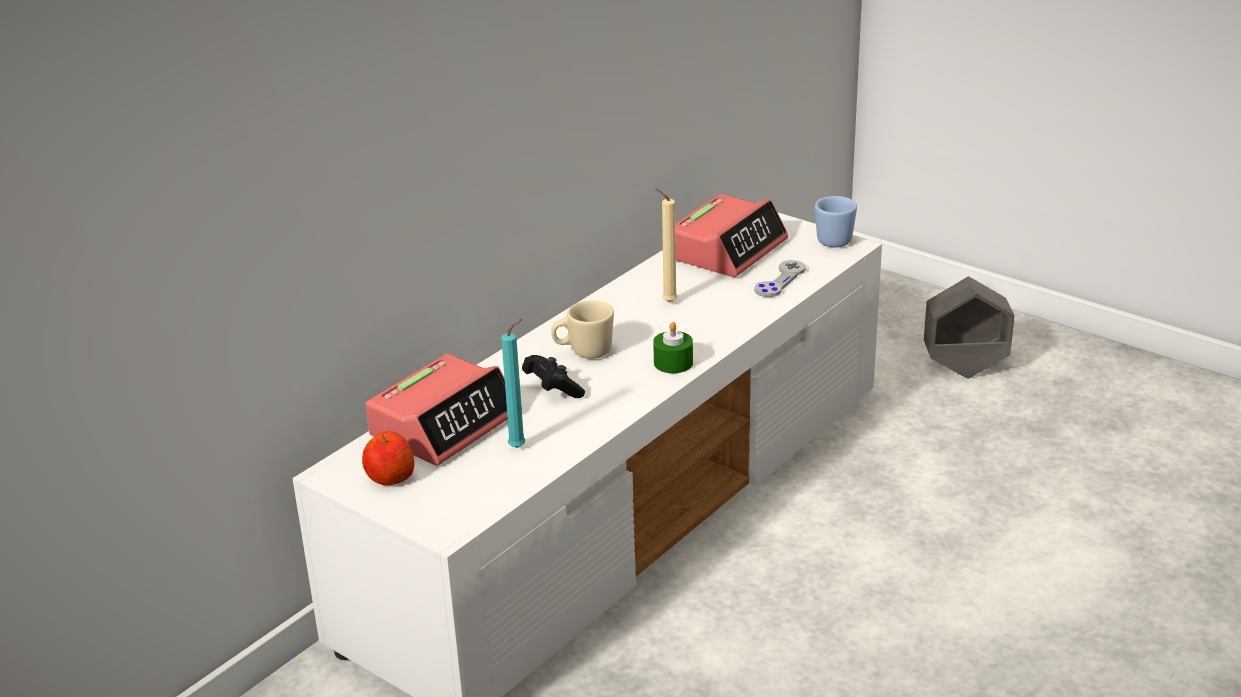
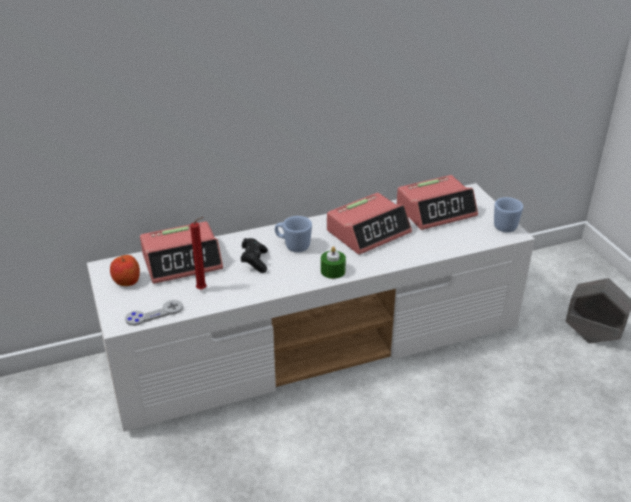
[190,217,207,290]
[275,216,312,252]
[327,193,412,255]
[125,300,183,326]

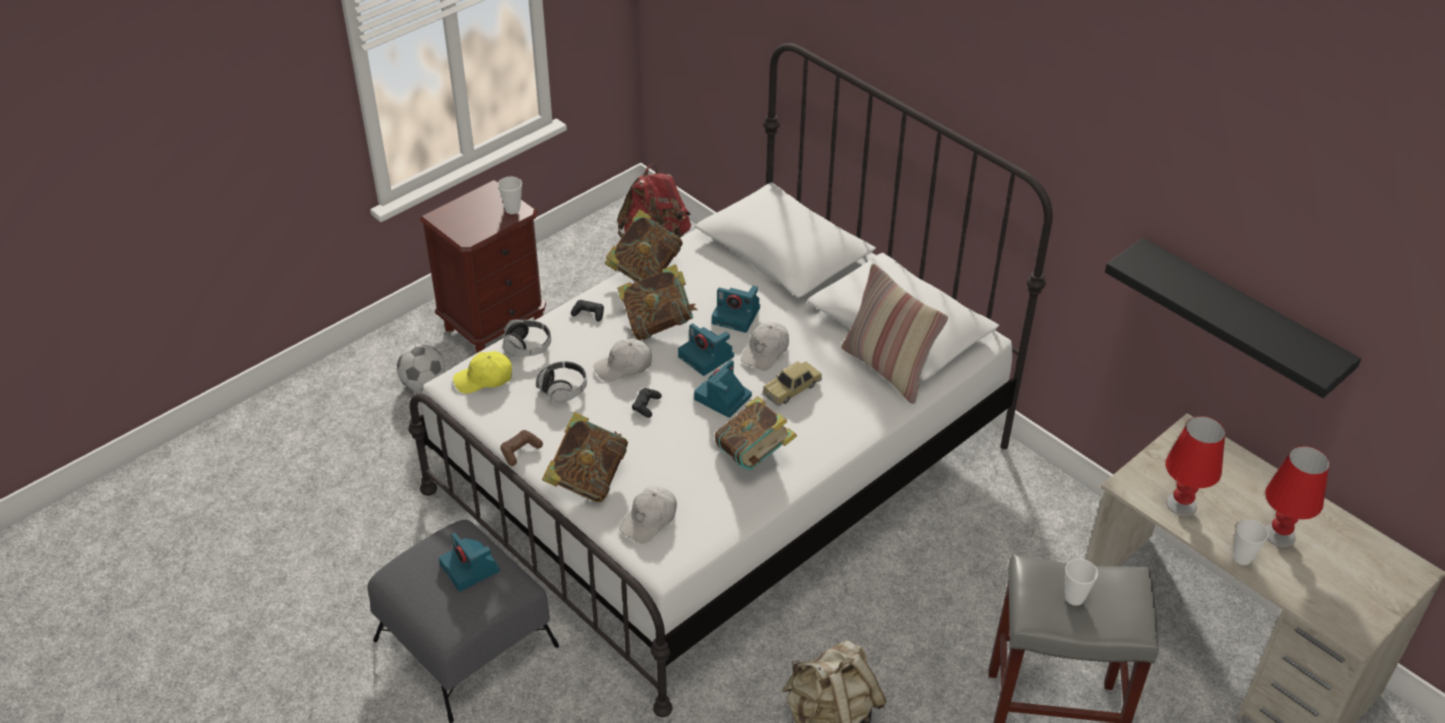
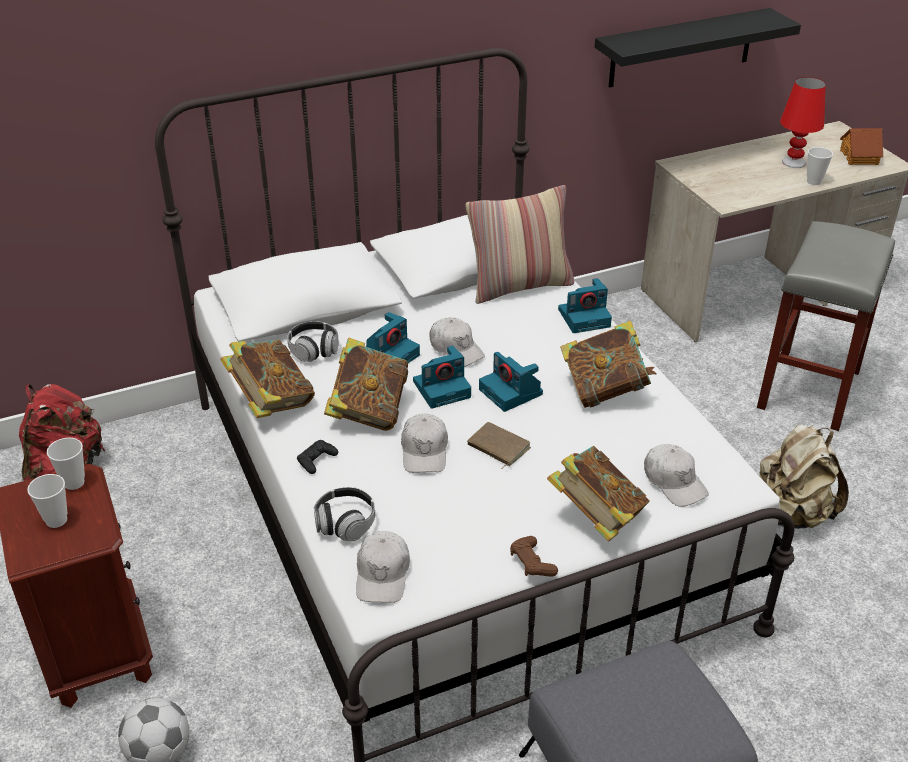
[558,278,612,333]
[356,531,410,603]
[287,321,339,362]
[467,422,531,469]
[762,361,822,406] (first image)
[27,474,67,528]
[1165,416,1225,516] (first image)
[840,128,883,165]

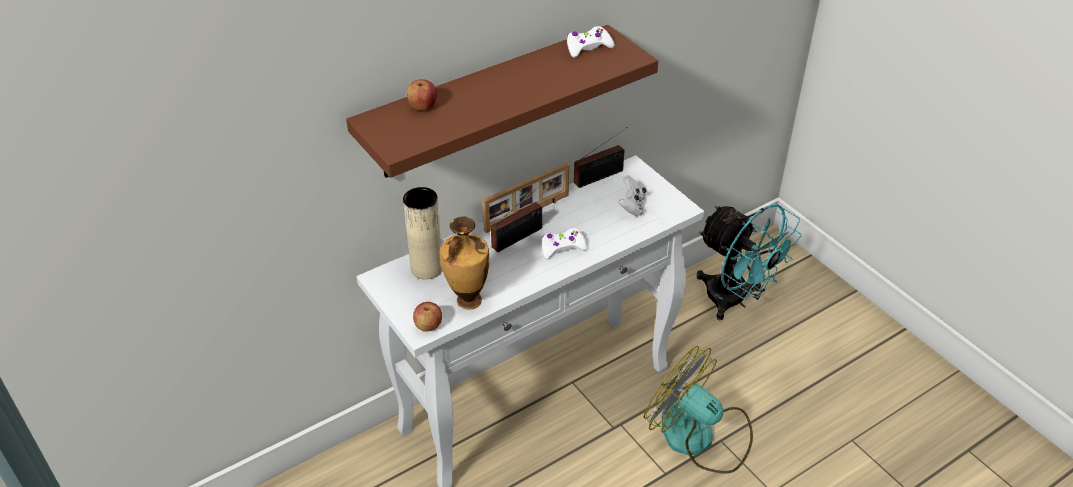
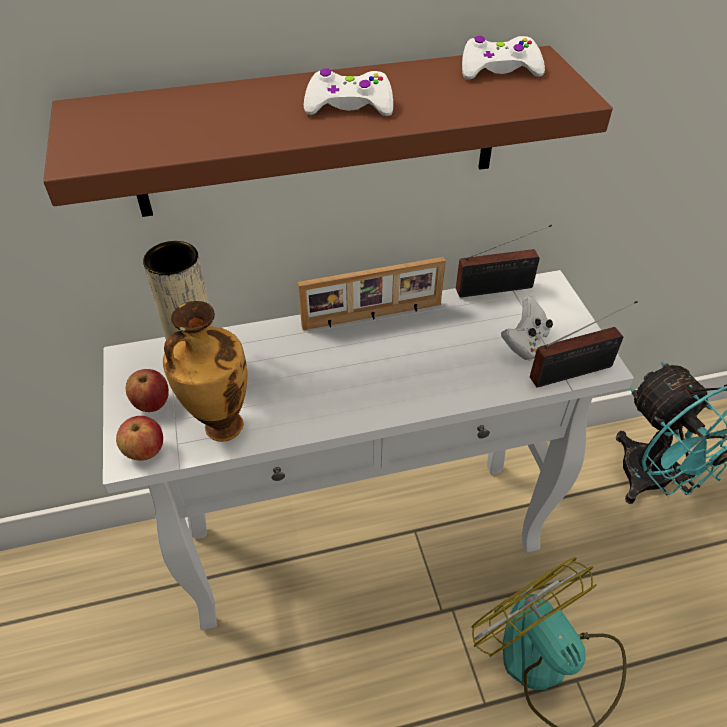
[126,369,169,412]
[530,301,638,388]
[304,68,393,116]

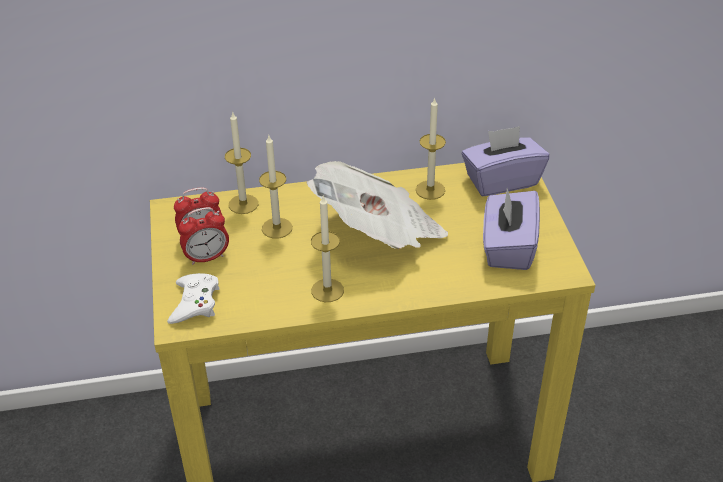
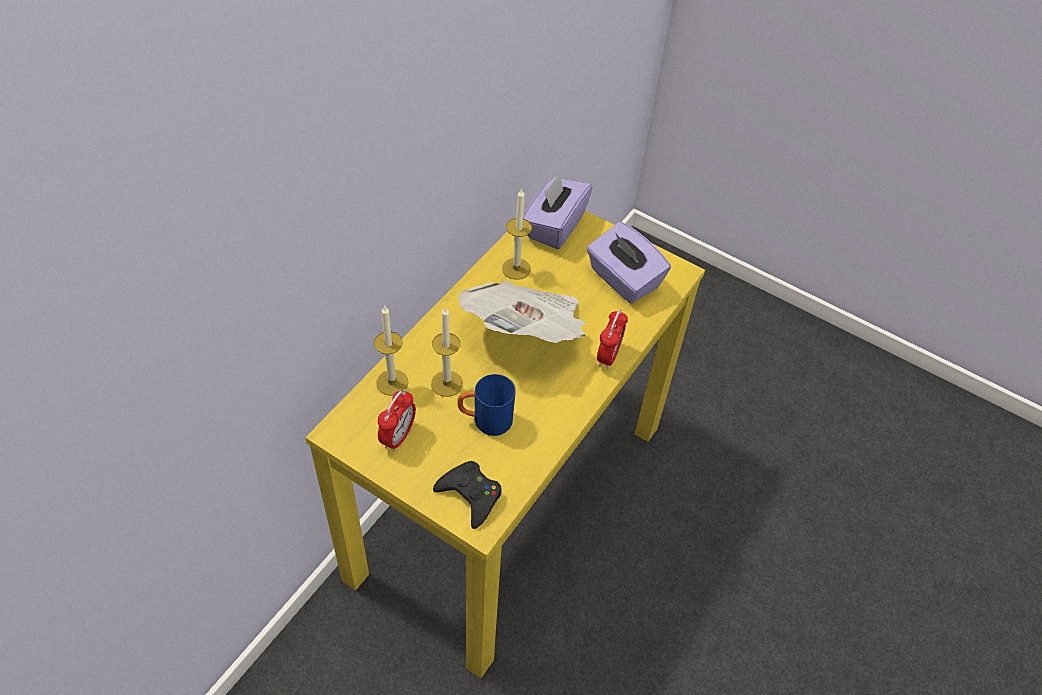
[433,461,502,529]
[597,309,628,369]
[311,196,344,302] (first image)
[457,374,515,436]

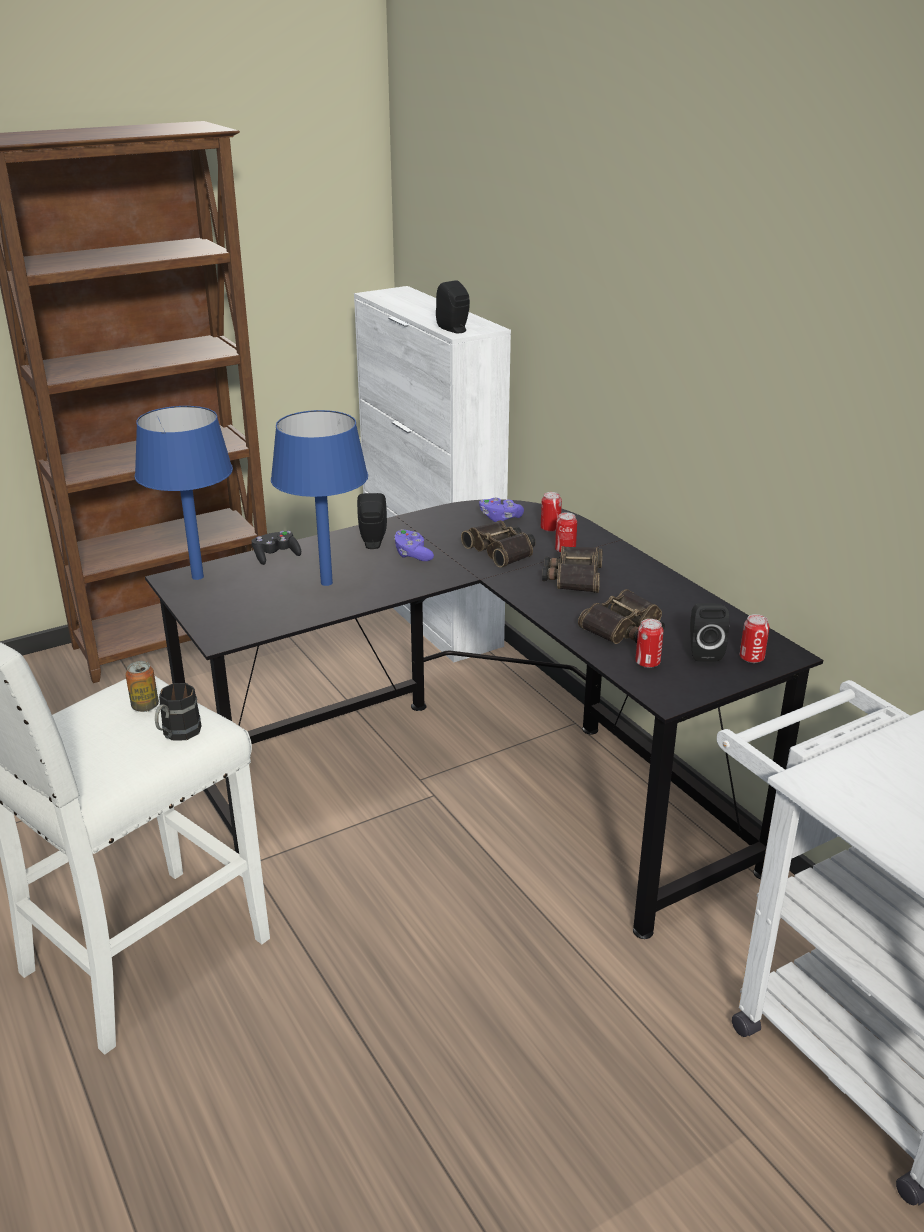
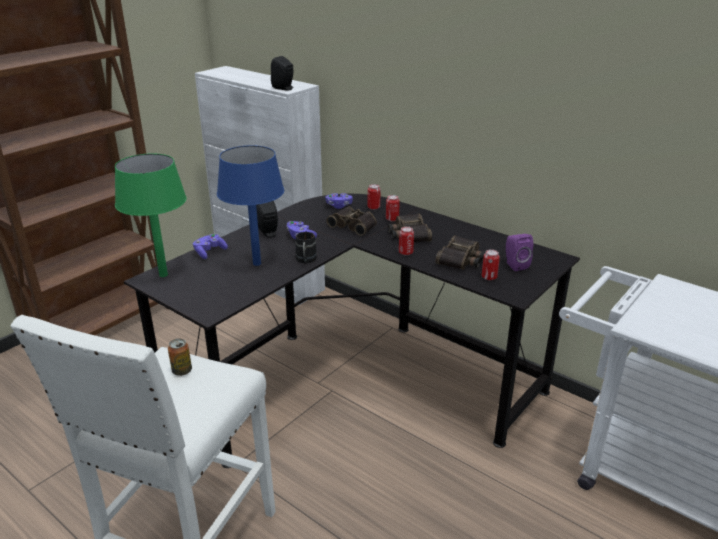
[115,153,187,277]
[295,232,317,263]
[193,234,228,259]
[506,234,533,271]
[399,226,414,255]

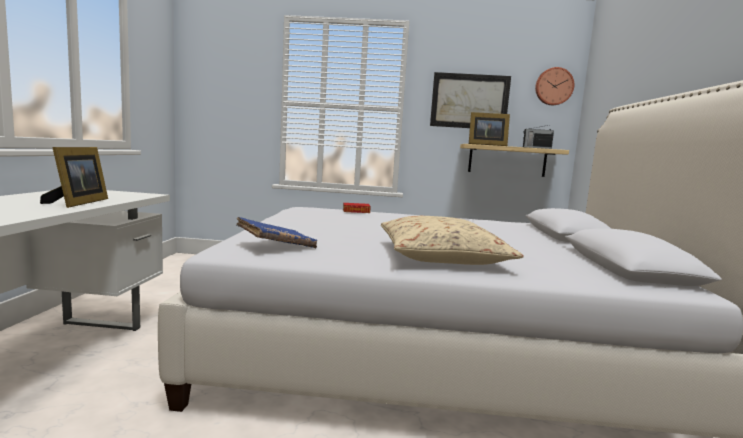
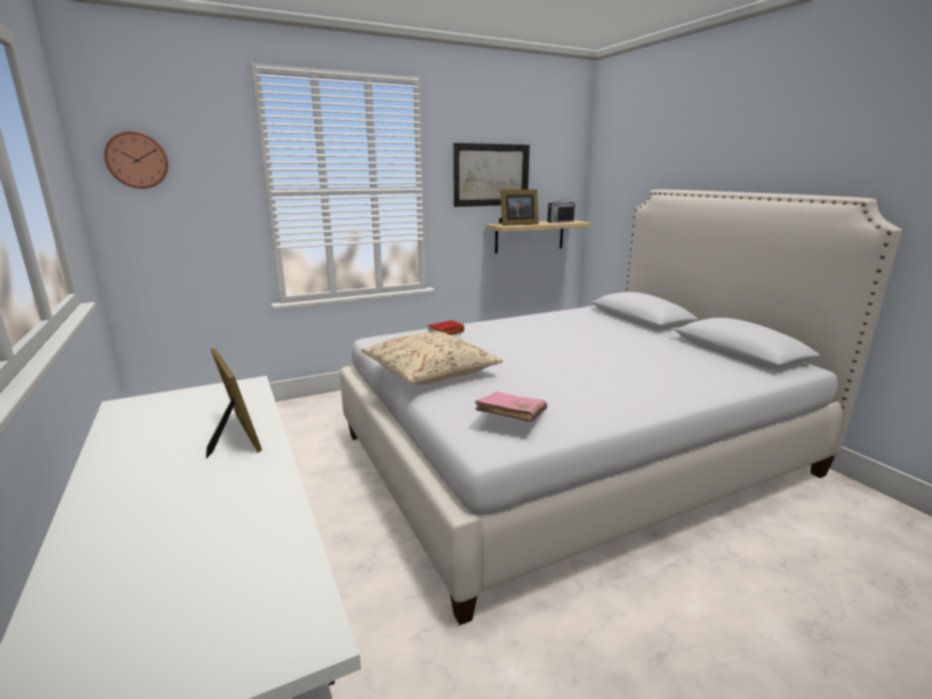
[475,392,547,422]
[361,331,503,385]
[104,131,168,189]

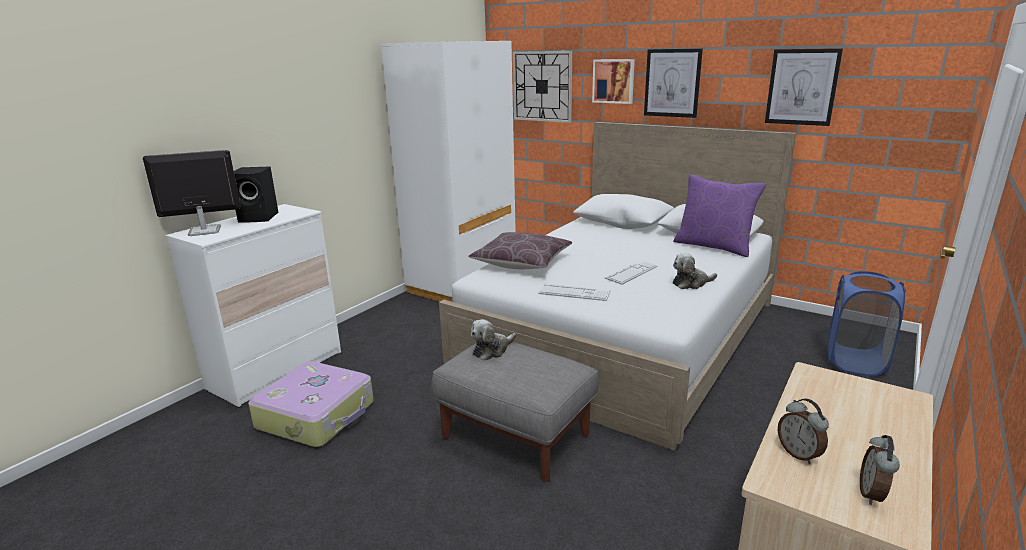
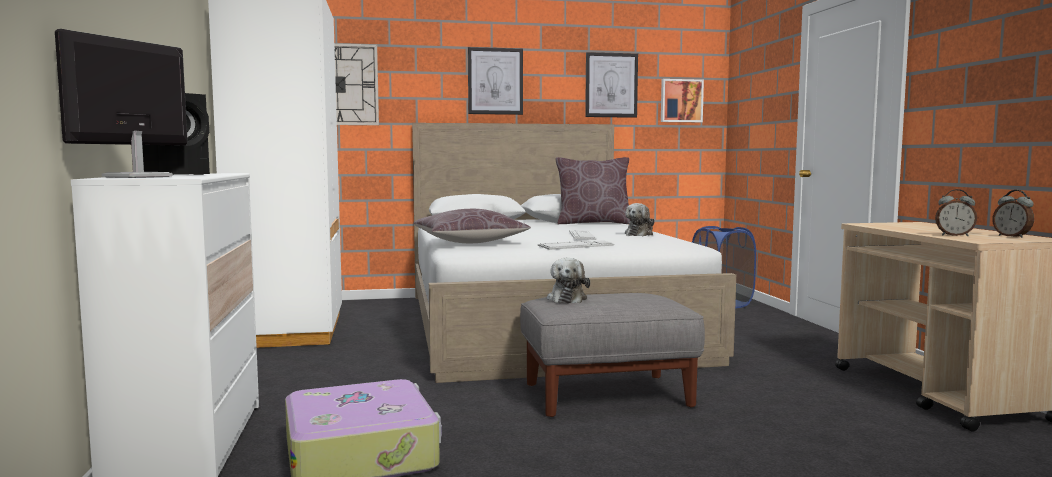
[661,79,704,122]
[556,157,630,224]

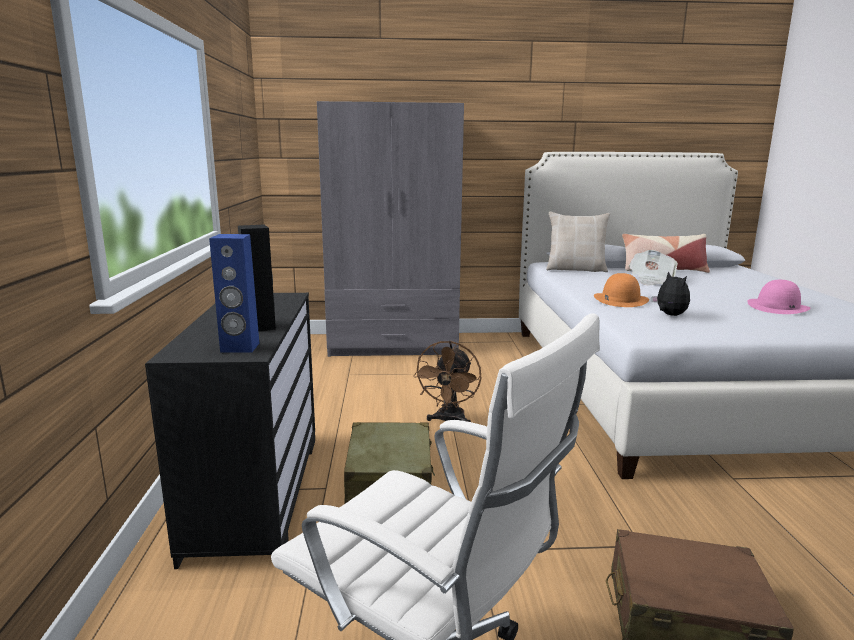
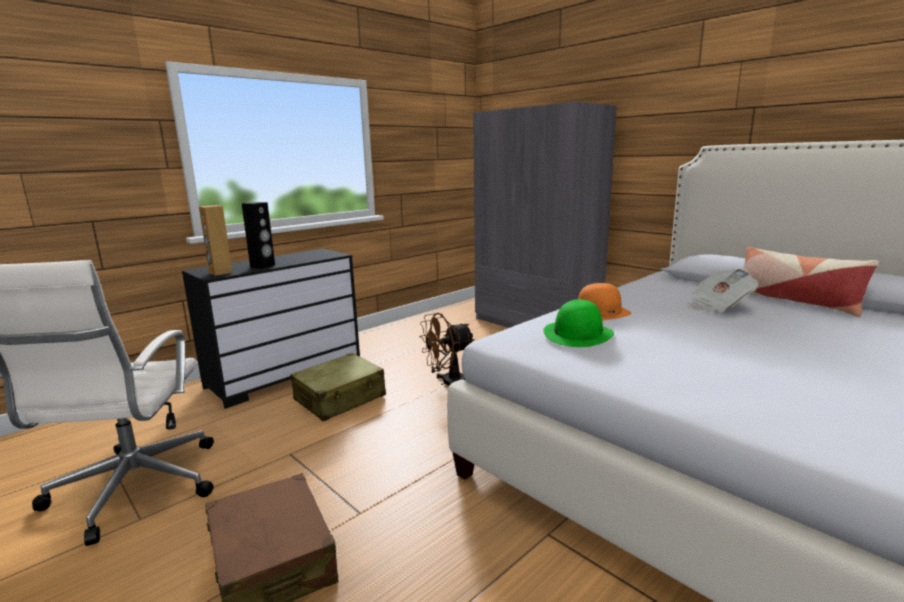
[199,205,233,276]
[546,212,610,272] (first image)
[543,299,614,347]
[747,280,811,314] (first image)

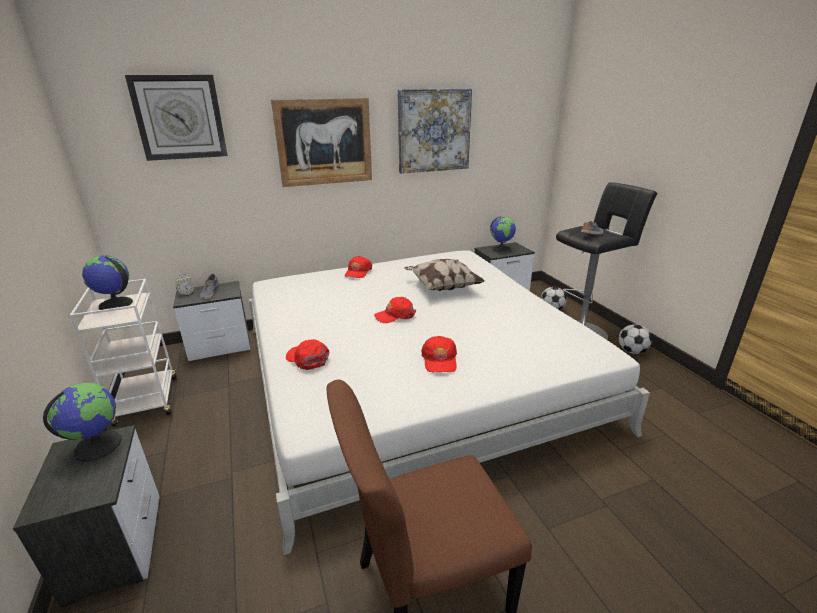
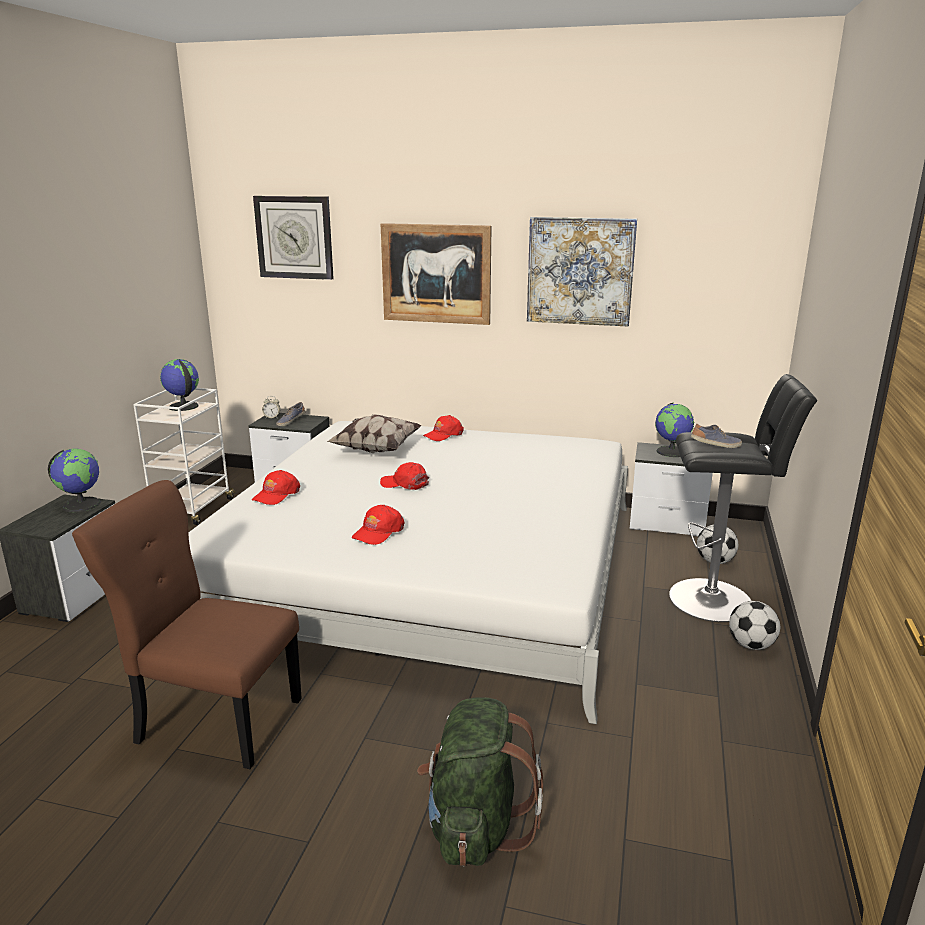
[252,470,300,505]
[327,414,422,453]
[417,698,543,867]

